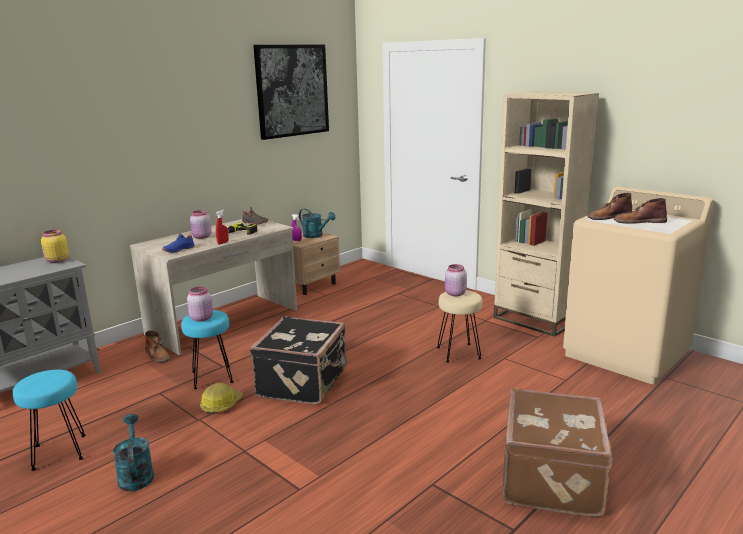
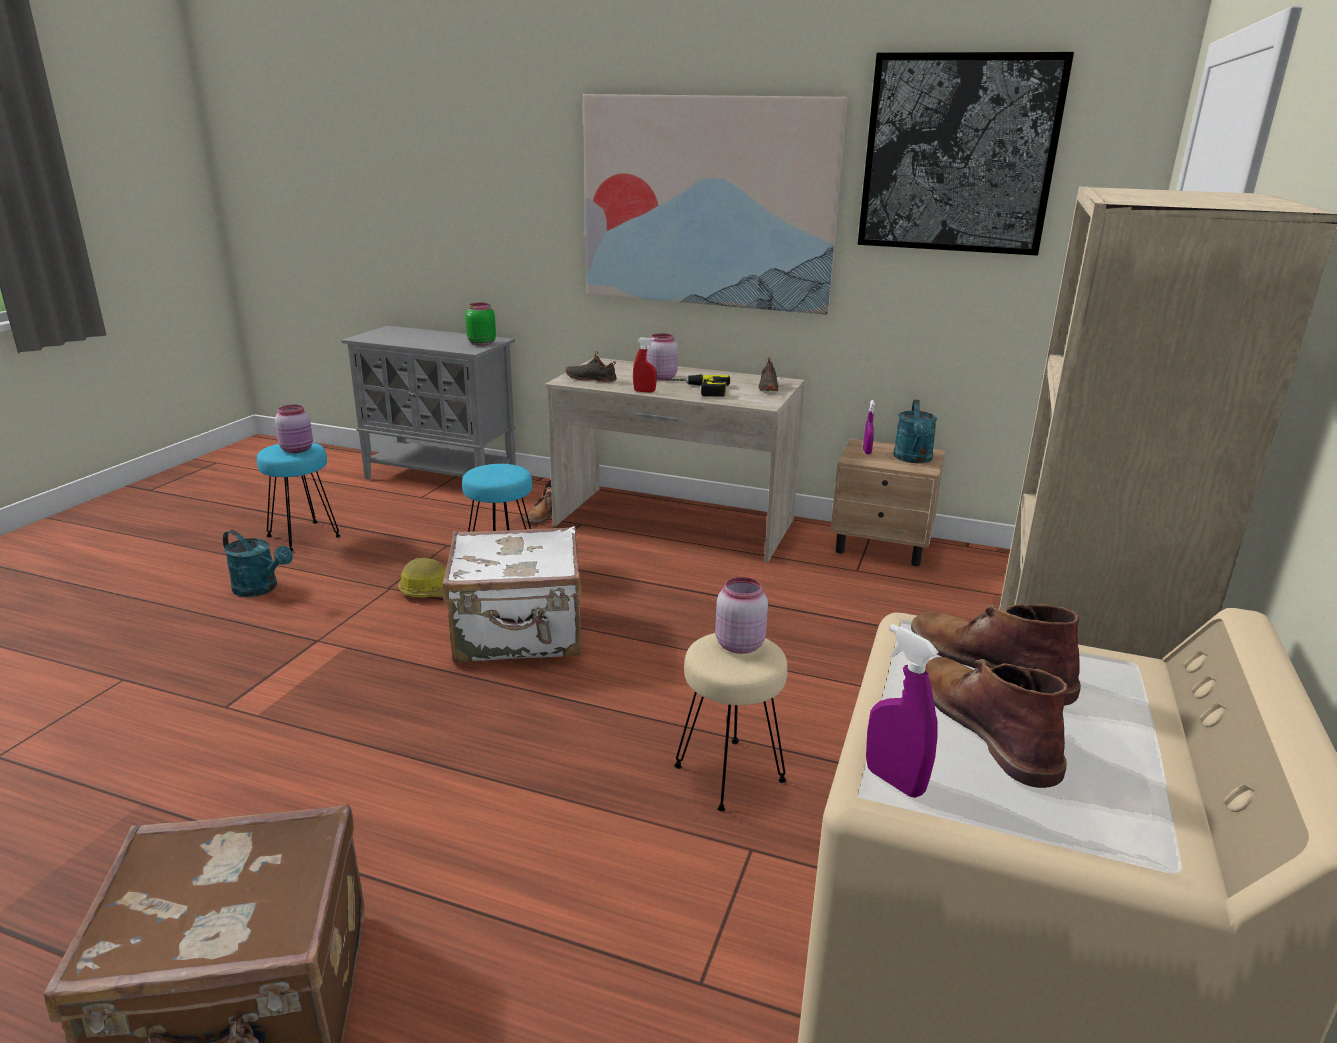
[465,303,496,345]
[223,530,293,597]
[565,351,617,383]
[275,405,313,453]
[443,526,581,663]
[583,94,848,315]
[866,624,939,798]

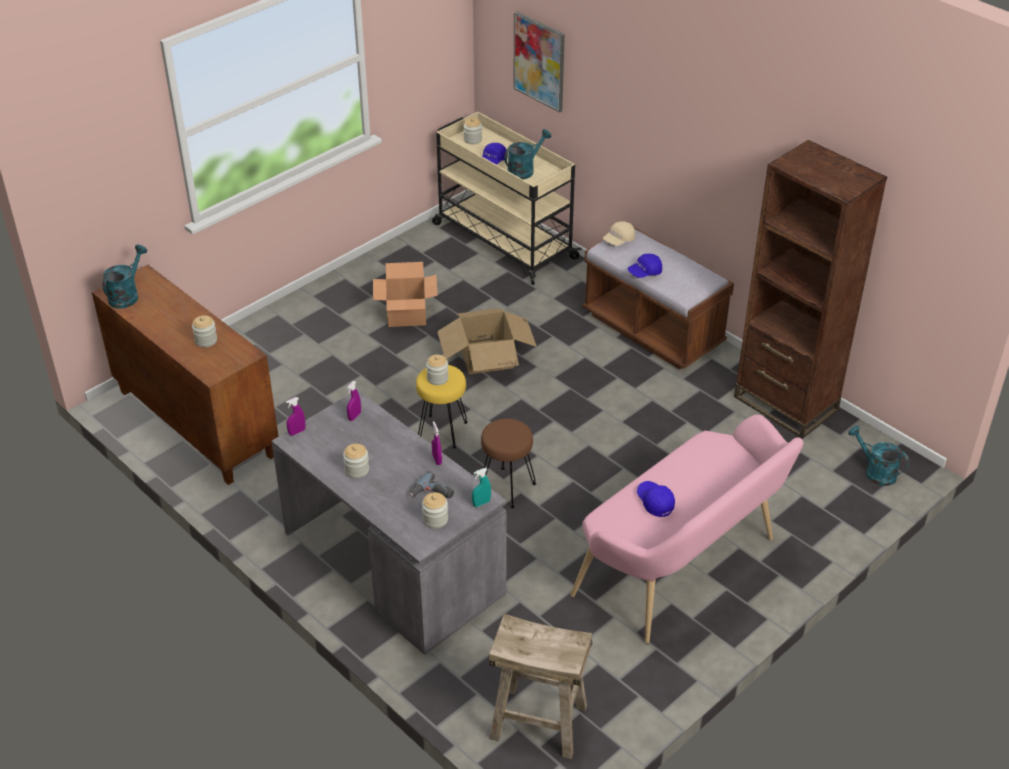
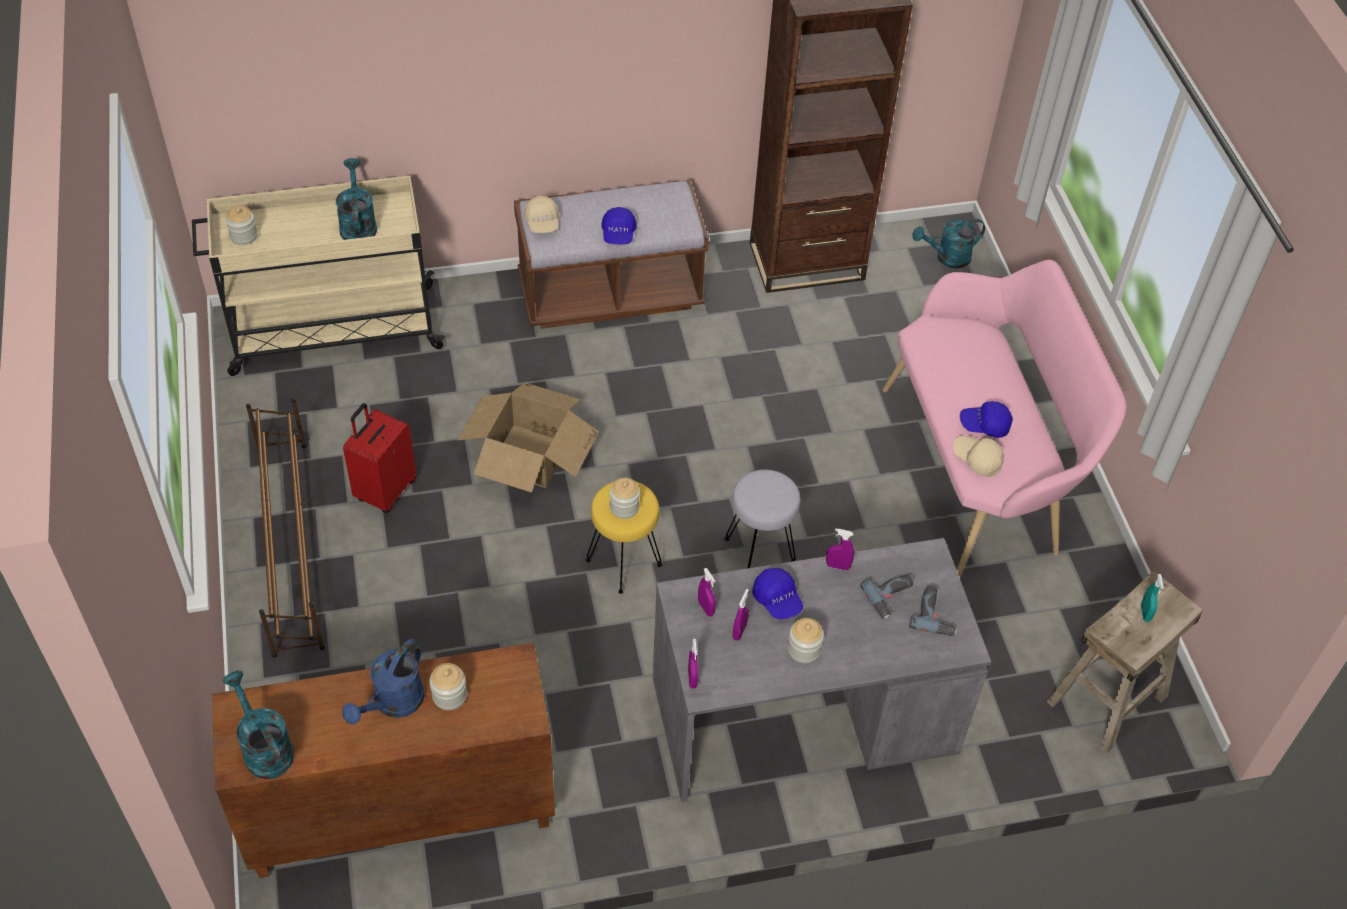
[343,403,416,513]
[909,586,958,636]
[1141,574,1164,622]
[752,568,803,619]
[725,470,801,568]
[513,11,565,113] (first image)
[246,398,325,658]
[342,639,425,724]
[732,589,749,640]
[953,435,1004,477]

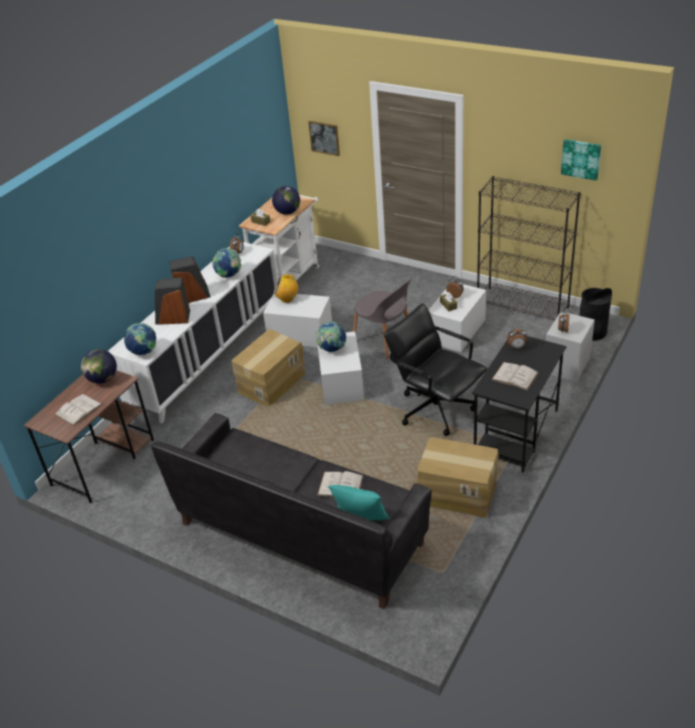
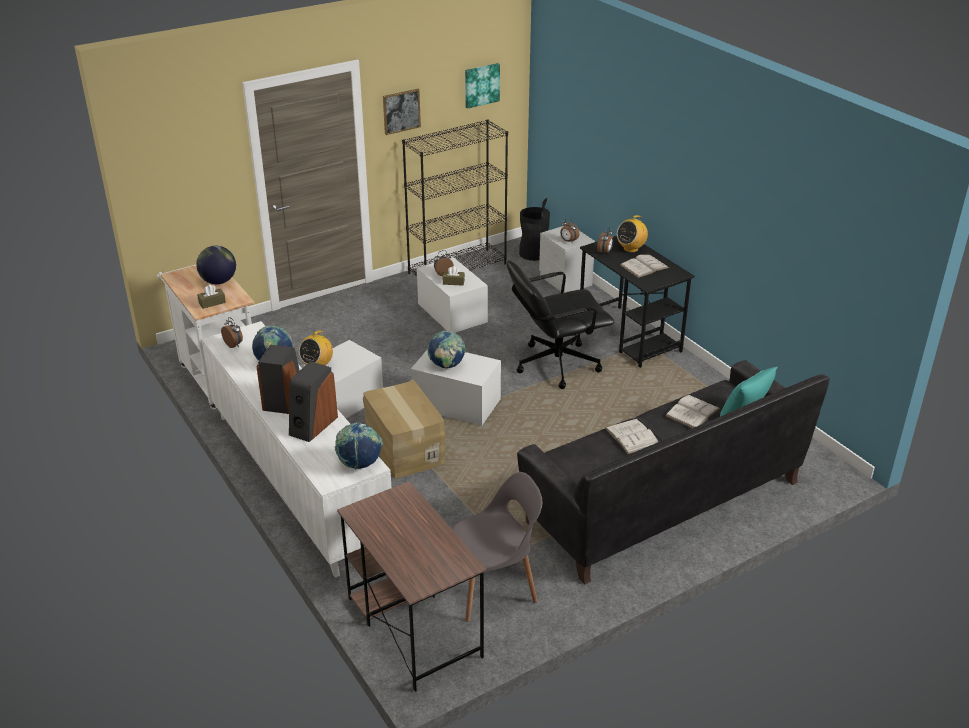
[605,419,658,454]
[81,349,117,384] (first image)
[383,89,421,135]
[451,472,542,622]
[417,437,499,518] (first image)
[617,215,648,252]

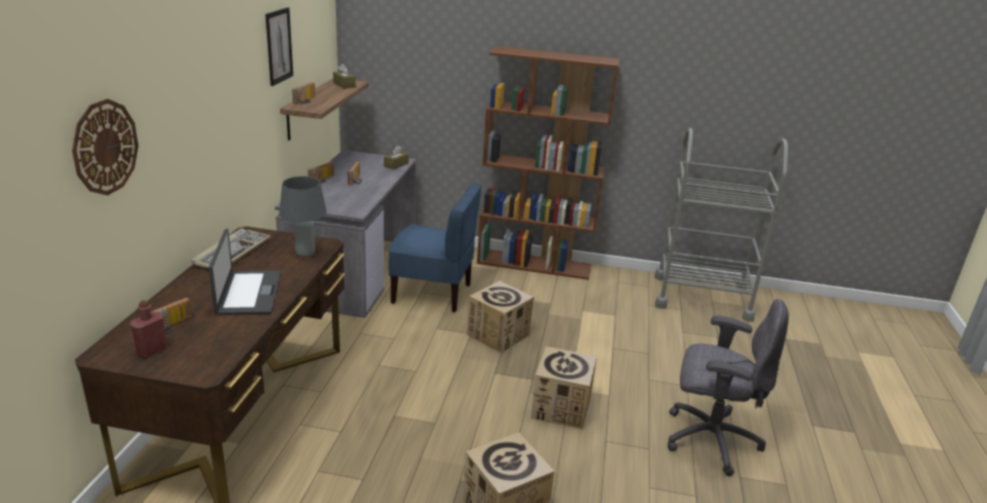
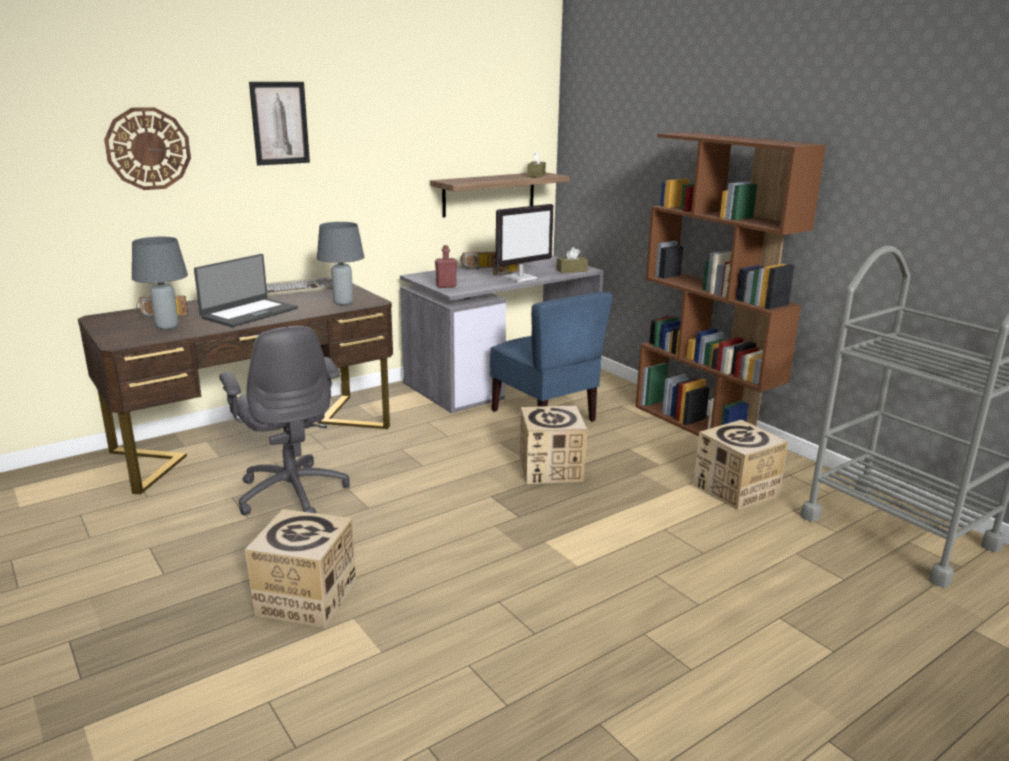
[435,245,457,288]
[249,82,310,165]
[292,82,315,104] (first image)
[693,420,788,510]
[219,326,350,515]
[132,237,188,330]
[496,204,554,282]

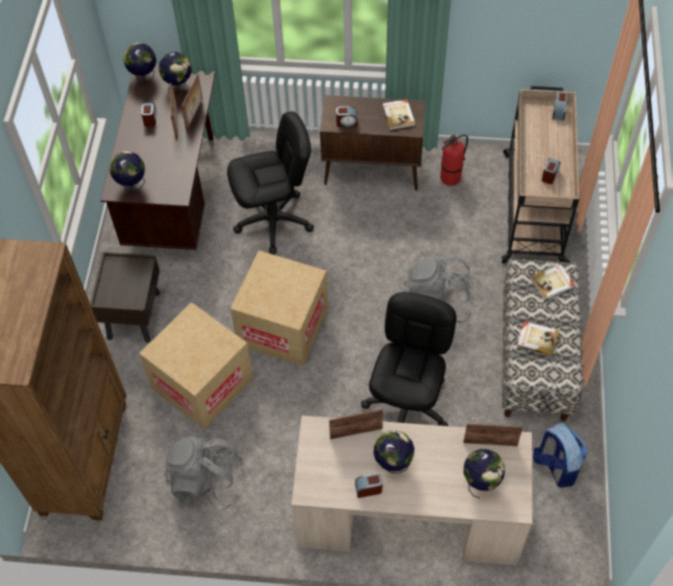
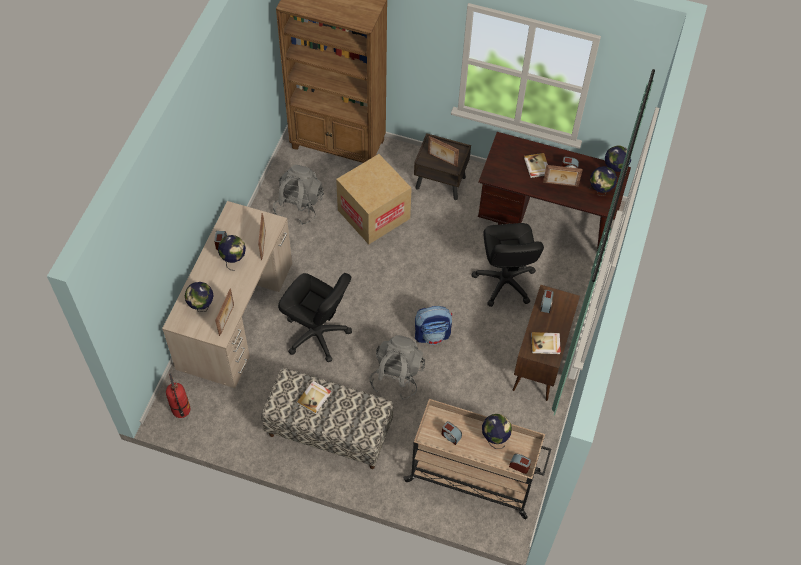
[482,414,512,449]
[428,136,459,167]
[230,250,328,366] (first image)
[166,373,190,418]
[524,153,548,178]
[415,306,452,345]

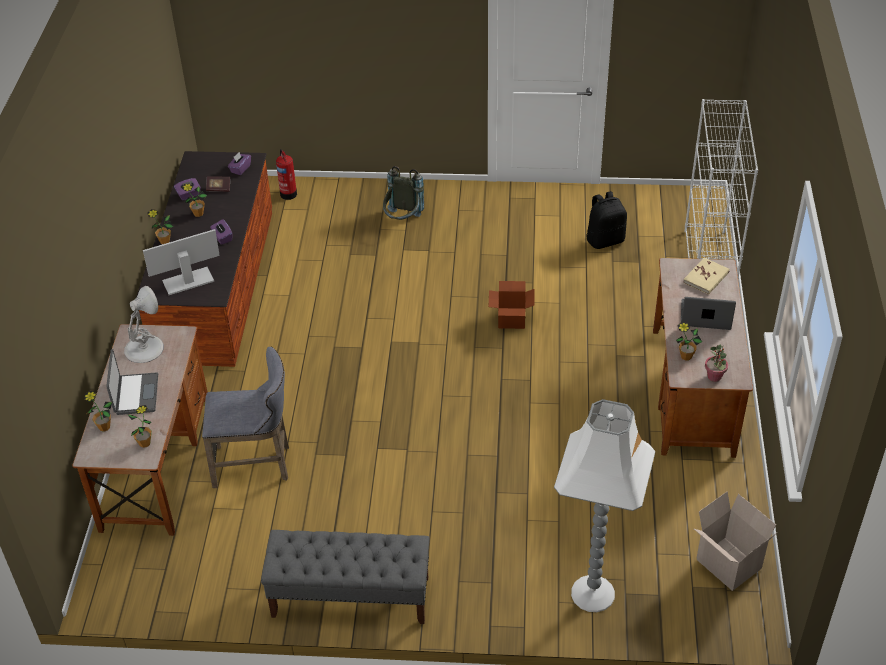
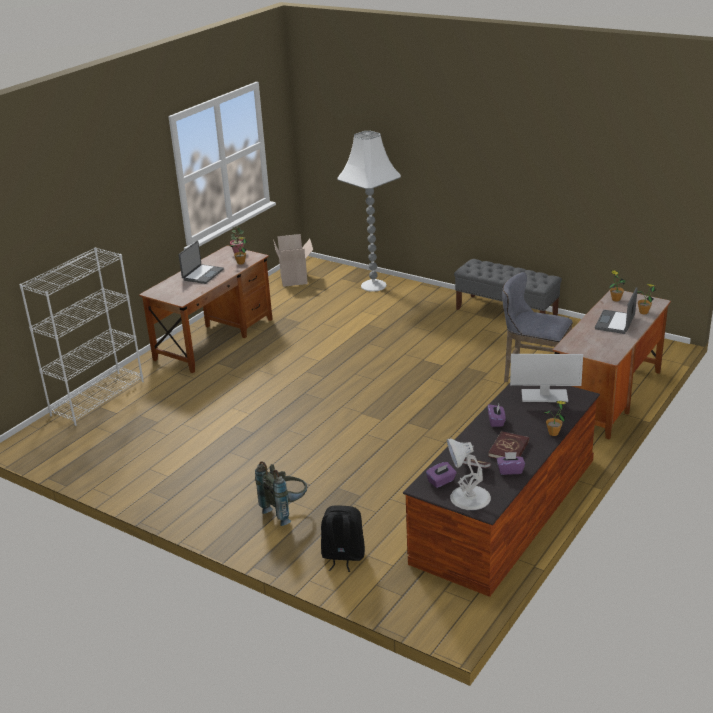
[447,439,491,510]
[488,431,529,459]
[276,149,297,200] (first image)
[489,281,534,329] (first image)
[321,505,365,572]
[179,241,224,284]
[683,258,730,295] (first image)

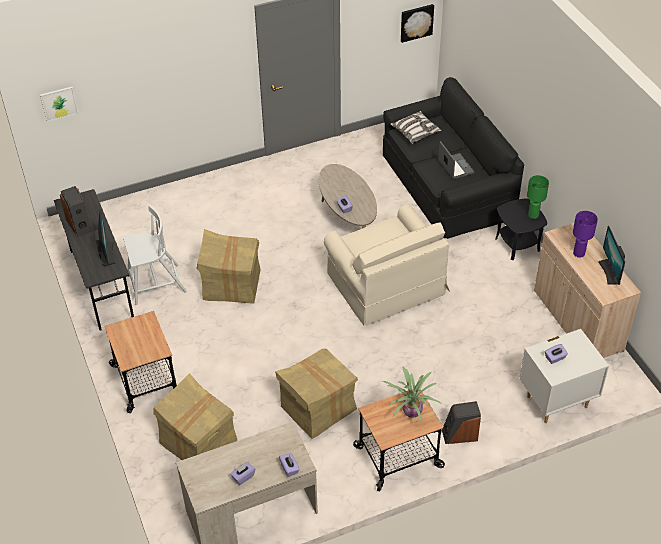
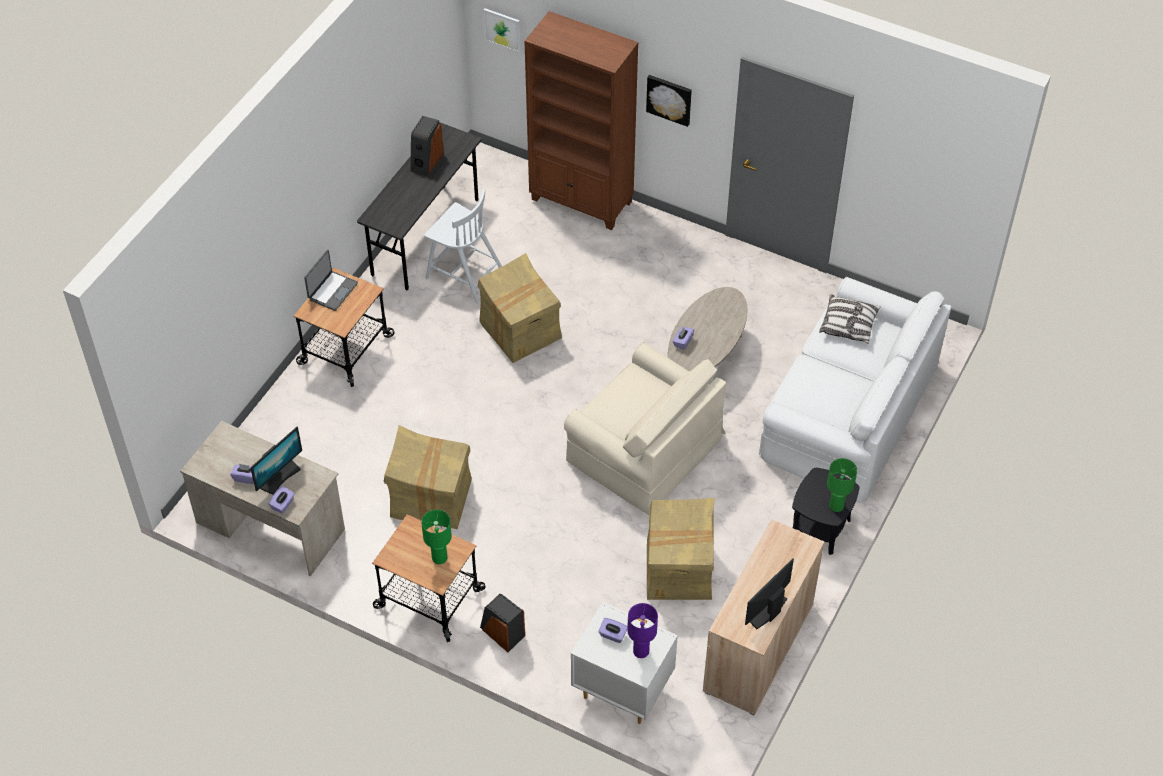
[251,427,302,495]
[647,498,715,600]
[564,342,726,515]
[421,510,452,564]
[759,277,951,503]
[646,75,692,127]
[304,250,358,311]
[627,603,658,658]
[524,11,639,230]

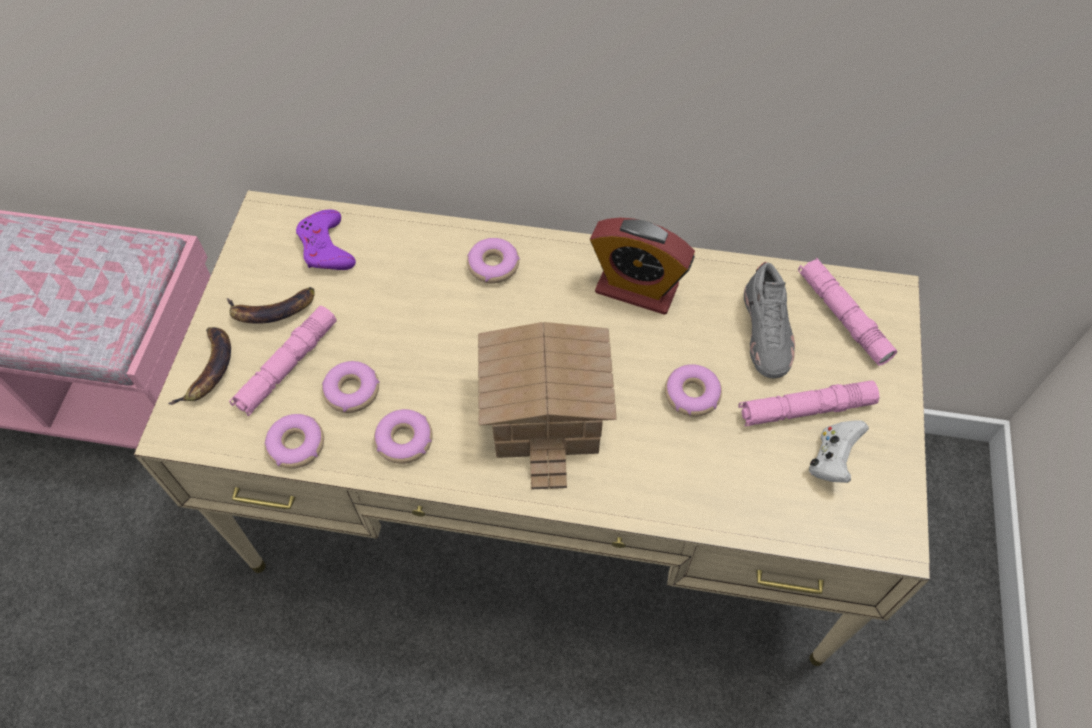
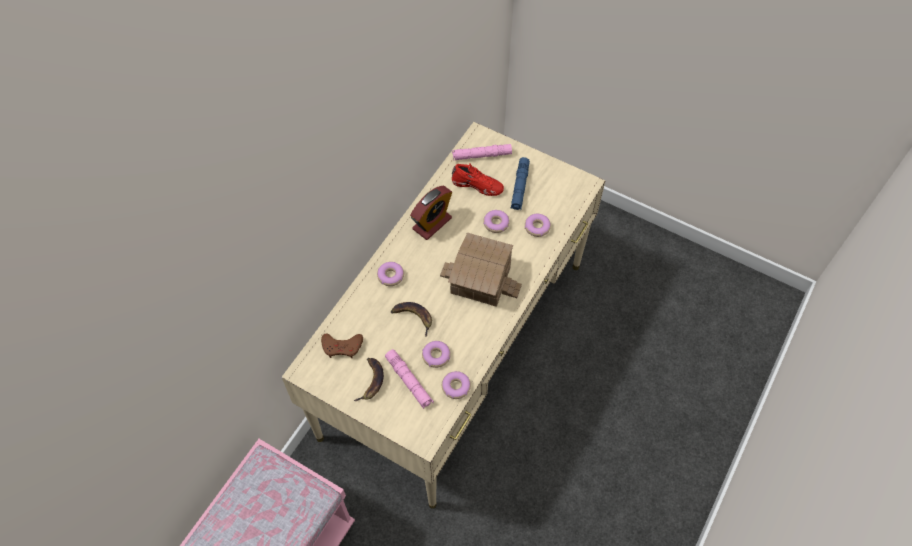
[391,302,432,337]
[321,333,363,358]
[525,214,551,237]
[511,157,530,210]
[452,163,504,196]
[809,421,869,483] (first image)

